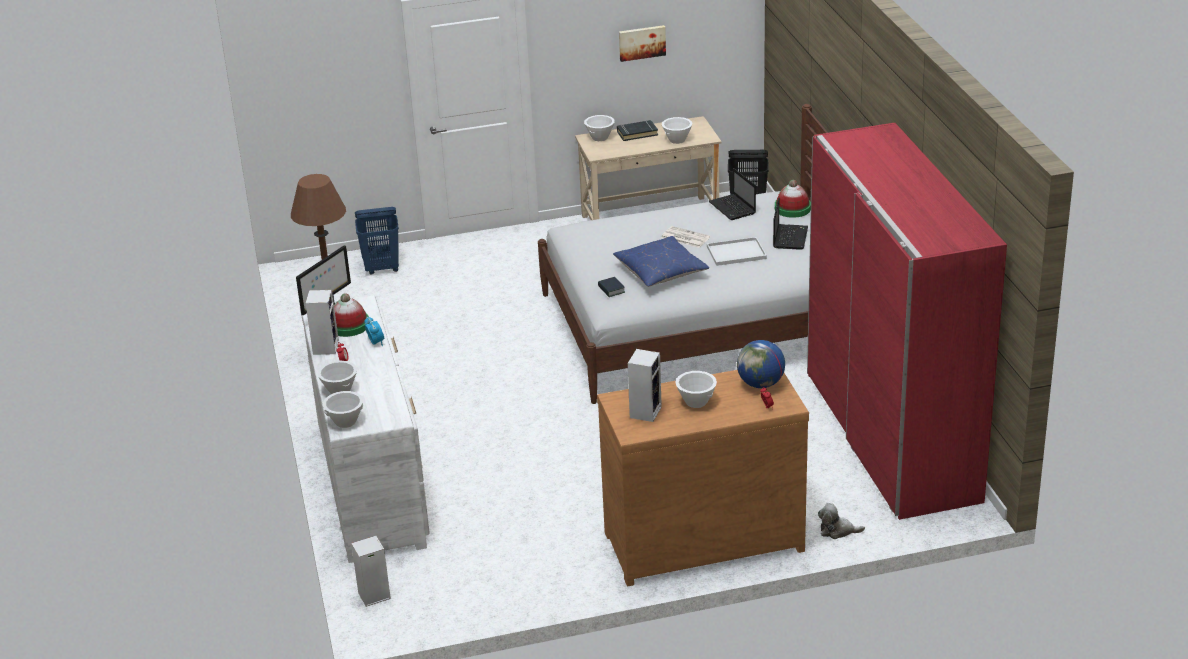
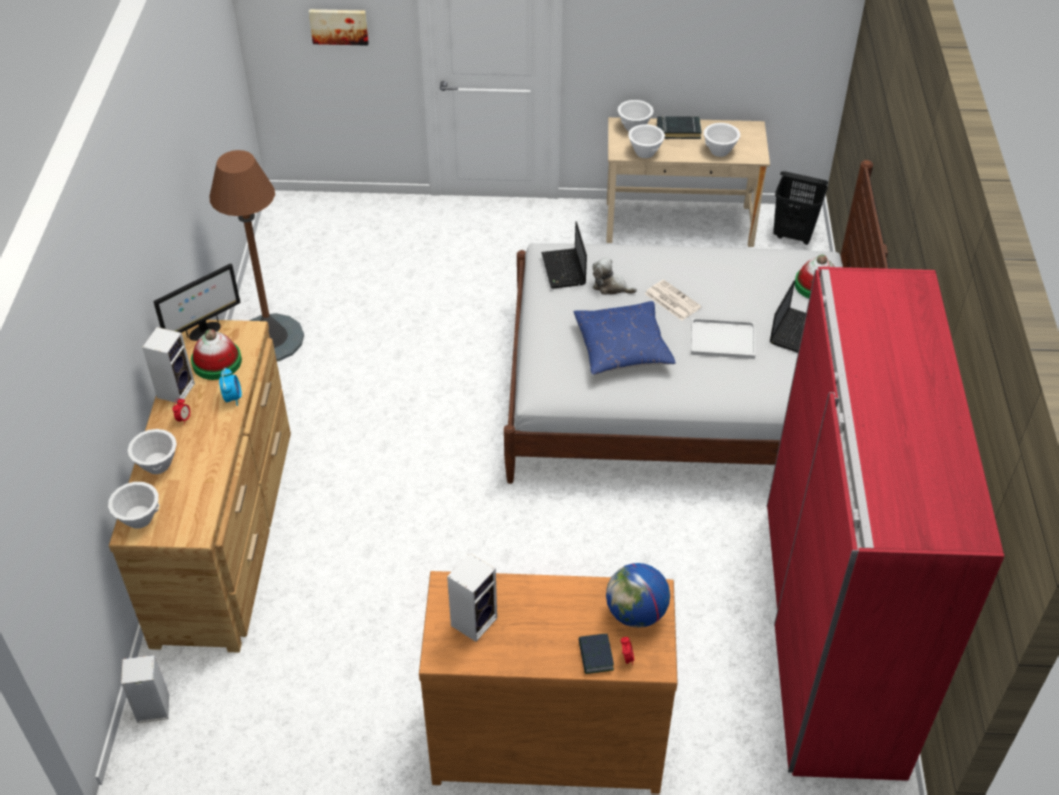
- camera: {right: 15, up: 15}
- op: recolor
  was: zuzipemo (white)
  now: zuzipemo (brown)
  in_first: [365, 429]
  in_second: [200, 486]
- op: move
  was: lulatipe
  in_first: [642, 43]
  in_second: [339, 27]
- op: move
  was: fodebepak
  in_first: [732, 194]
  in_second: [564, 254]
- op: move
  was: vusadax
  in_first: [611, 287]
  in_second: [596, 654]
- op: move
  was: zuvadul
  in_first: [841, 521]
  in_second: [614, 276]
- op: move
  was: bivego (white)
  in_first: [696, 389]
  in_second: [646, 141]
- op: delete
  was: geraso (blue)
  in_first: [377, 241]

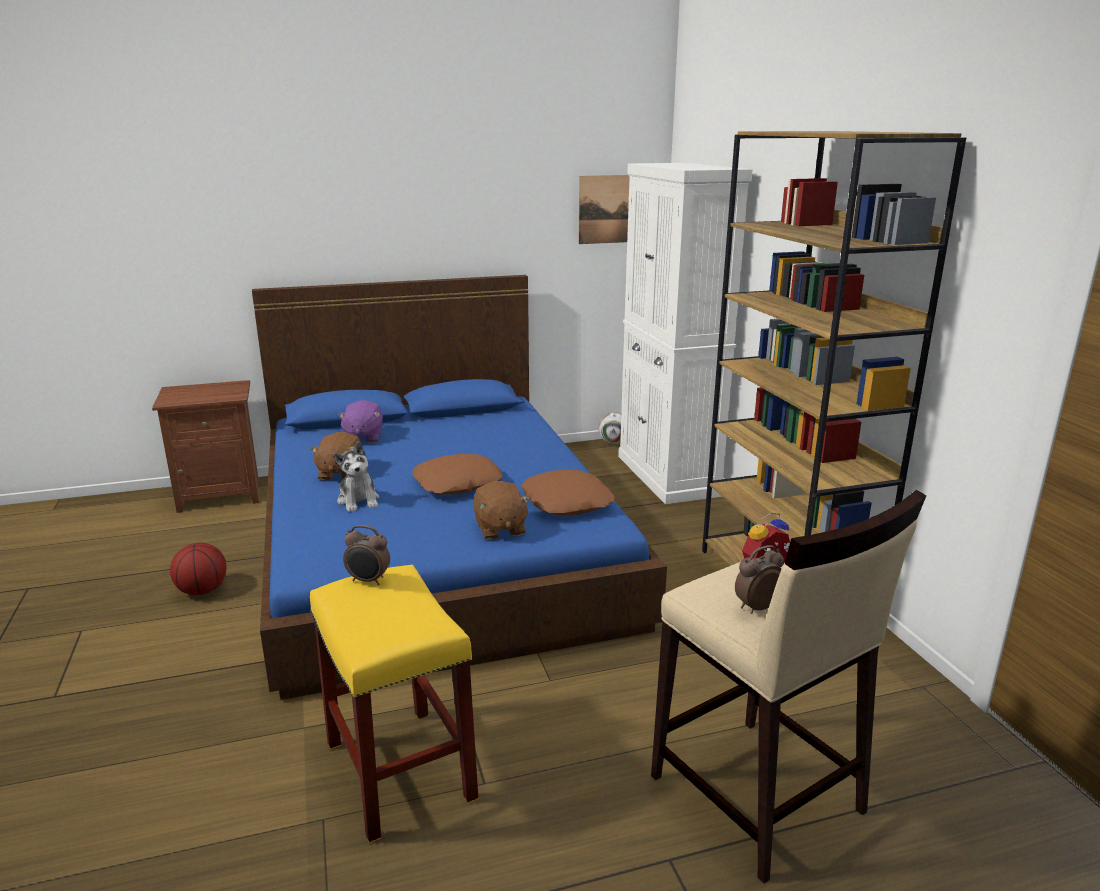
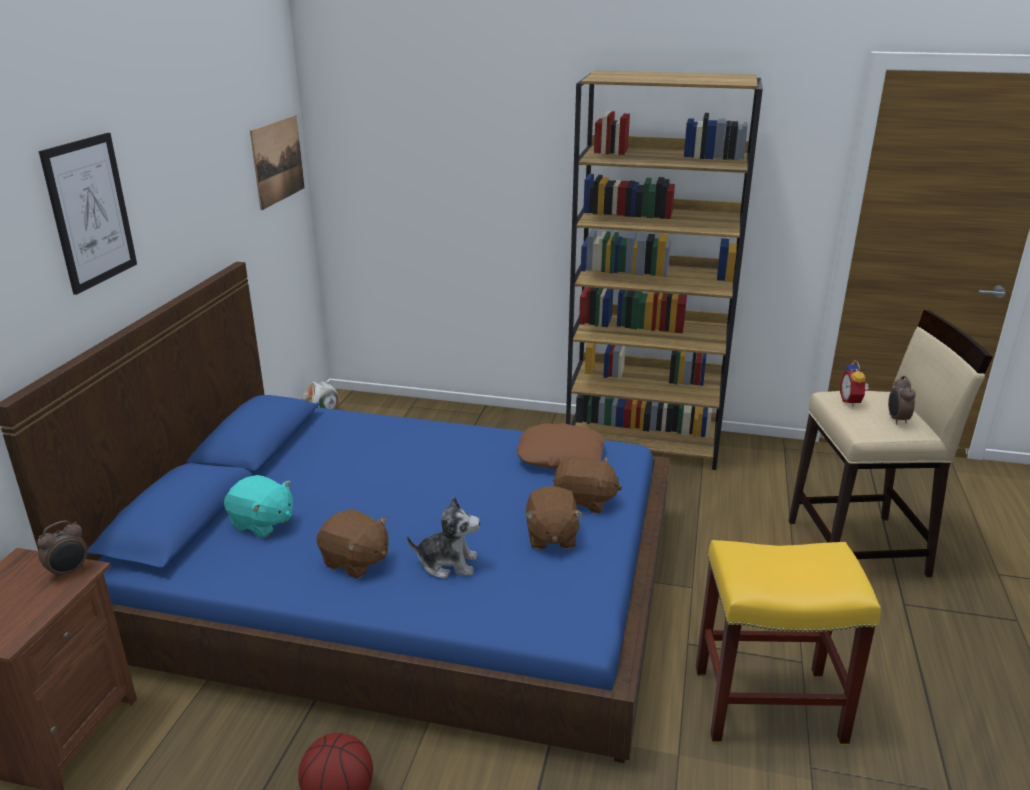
- camera: {right: -60, up: 5}
- op: move
  was: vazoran
  in_first: [366, 555]
  in_second: [62, 550]
- op: insert
  now: lulatipe
  in_second: [88, 214]
- op: recolor
  was: zuvadul (purple)
  now: zuvadul (turquoise)
  in_first: [360, 421]
  in_second: [258, 506]
- op: insert
  now: zuvadul (brown)
  in_second: [554, 517]
- op: delete
  was: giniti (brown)
  in_first: [457, 474]
- op: delete
  was: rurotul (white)
  in_first: [685, 333]

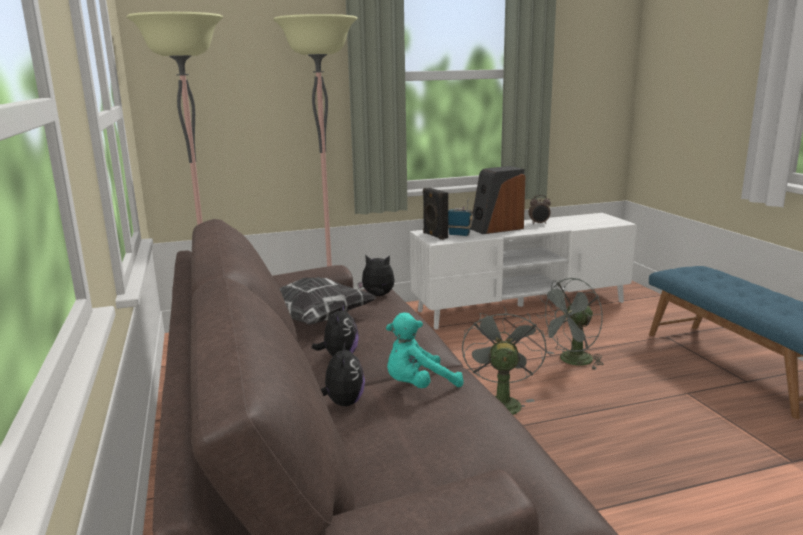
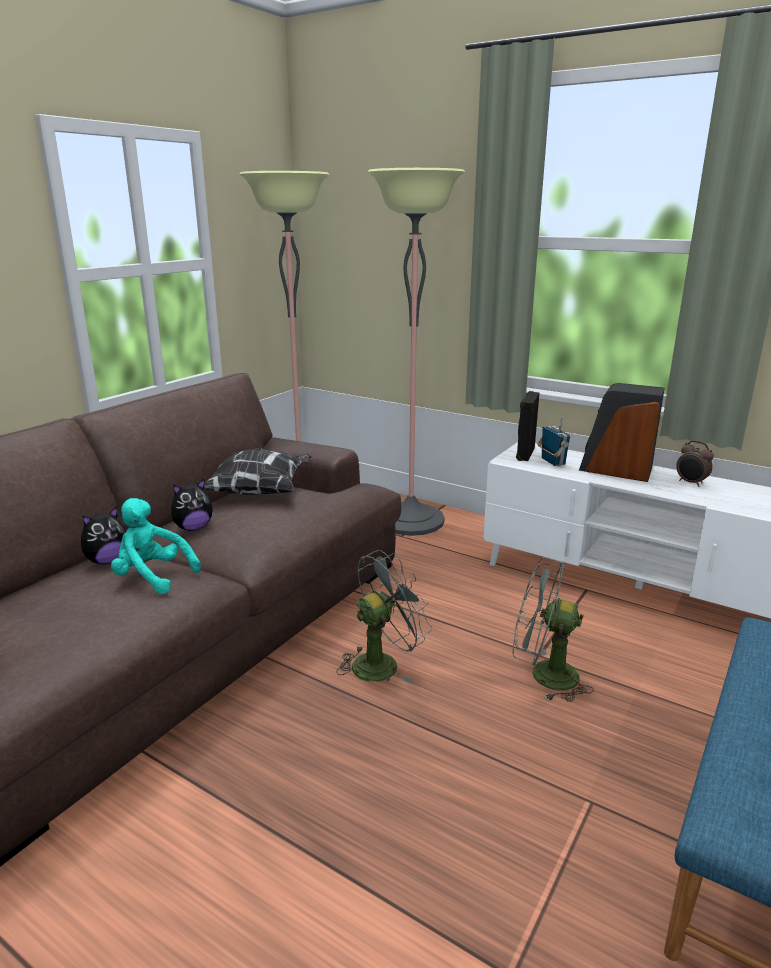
- camera: {right: 50, up: 5}
- op: delete
  was: zuvadul
  in_first: [376, 275]

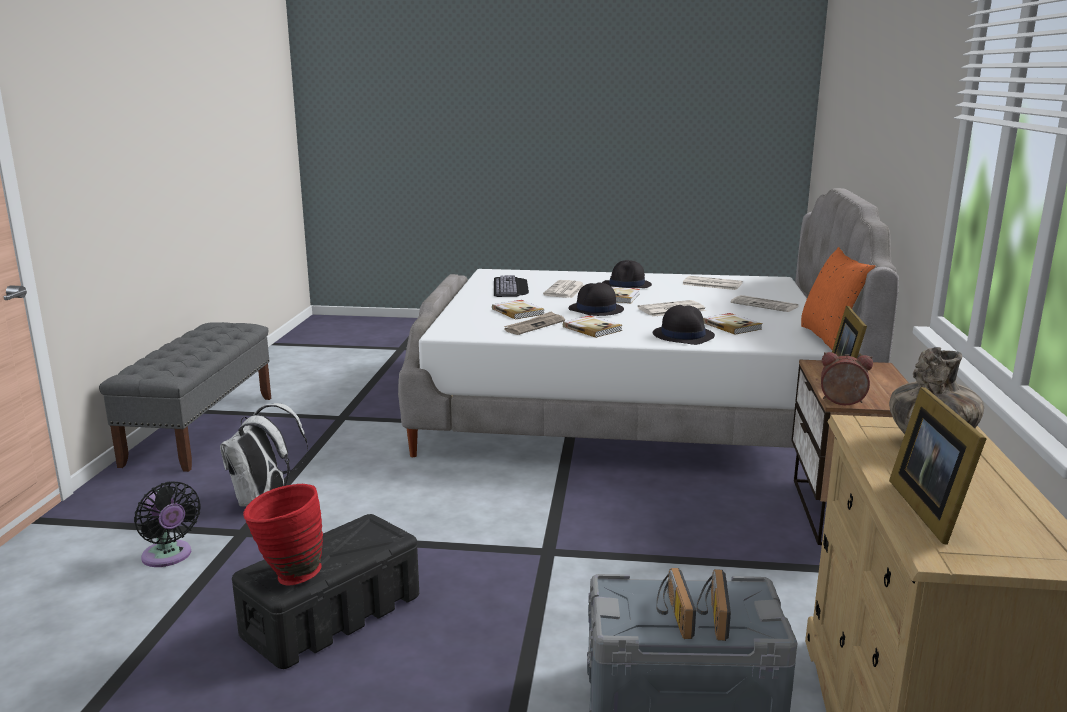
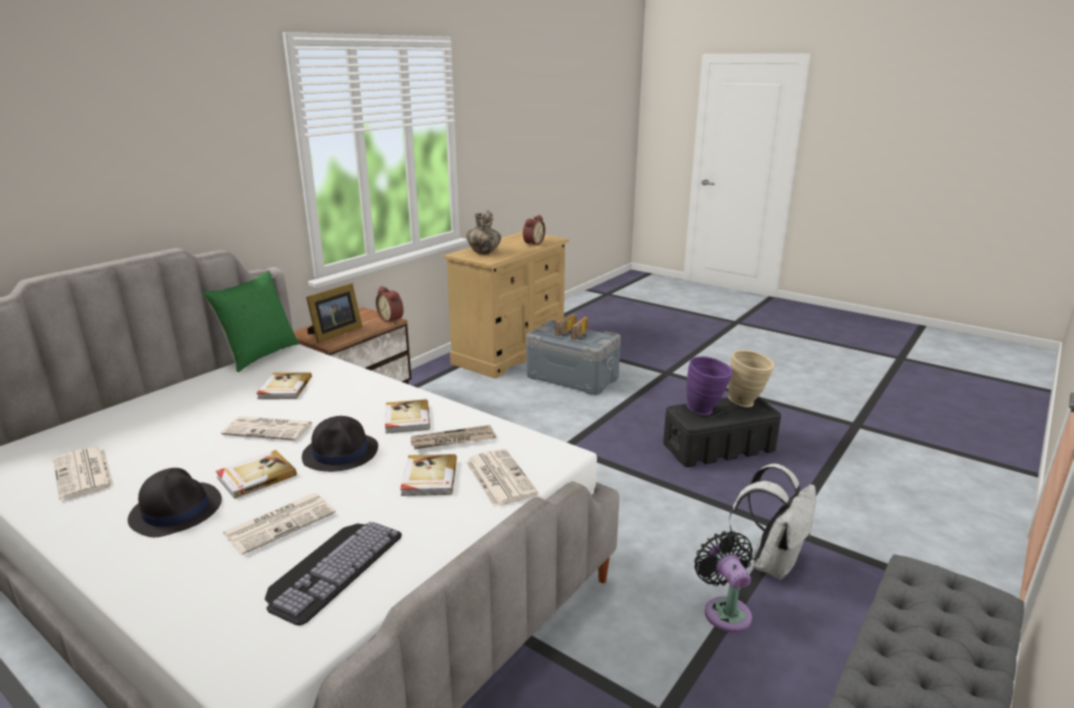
- camera: {right: -150, up: 5}
- op: recolor
  was: giniti (orange)
  now: giniti (green)
  in_first: [838, 298]
  in_second: [250, 321]
- op: move
  was: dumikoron
  in_first: [765, 303]
  in_second: [502, 478]
- op: replace
  was: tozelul
  now: vazoran
  in_first: [938, 466]
  in_second: [534, 230]
- op: insert
  now: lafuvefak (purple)
  in_second: [709, 385]
- op: move
  was: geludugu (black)
  in_first: [167, 524]
  in_second: [723, 581]
- op: recolor
  was: lafuvefak (red)
  now: lafuvefak (beige)
  in_first: [283, 534]
  in_second: [751, 378]
- op: delete
  was: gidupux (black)
  in_first: [684, 325]

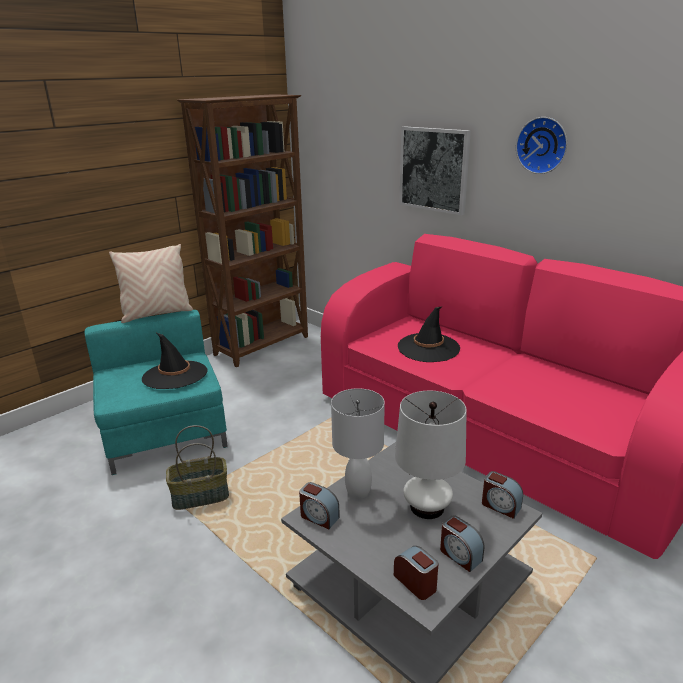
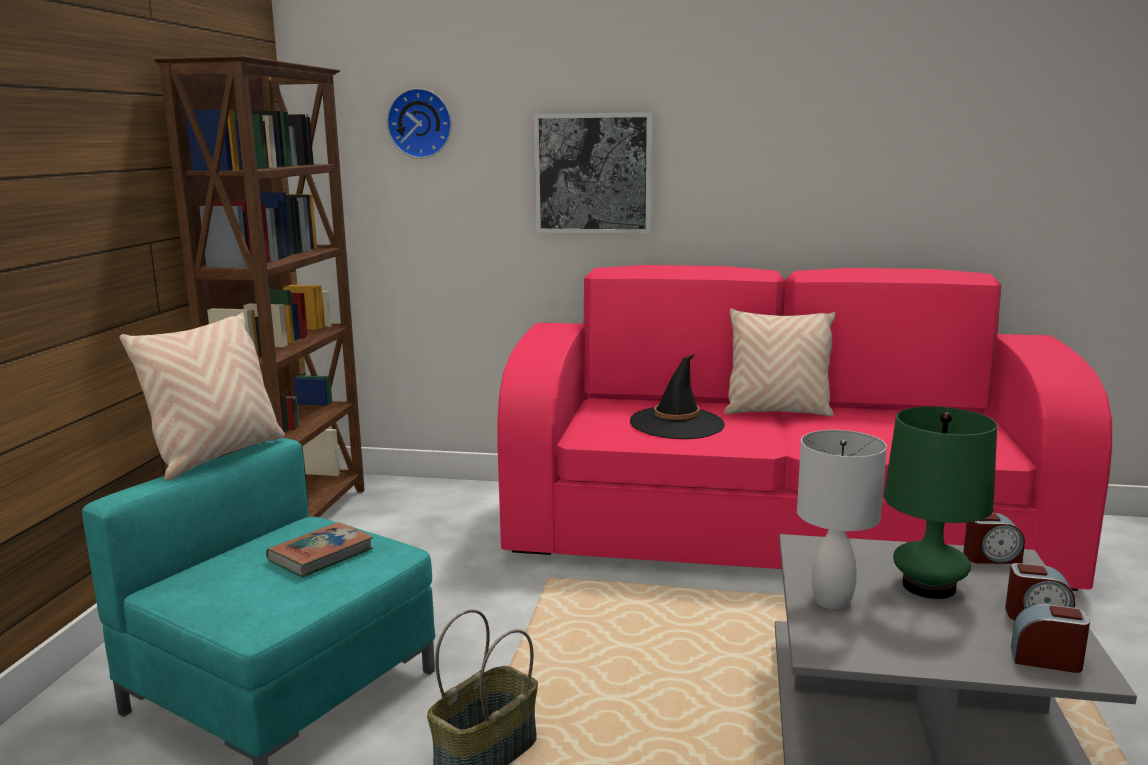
- camera: {right: -35, up: -10}
- op: replace
  was: gidupux (black)
  now: vusadax
  in_first: [174, 361]
  in_second: [319, 549]
- op: move
  was: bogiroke
  in_first: [541, 145]
  in_second: [419, 123]
- op: insert
  now: giniti (beige)
  in_second: [780, 362]
- op: recolor
  was: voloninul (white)
  now: voloninul (green)
  in_first: [431, 455]
  in_second: [940, 502]
- op: delete
  was: vazoran
  in_first: [319, 505]

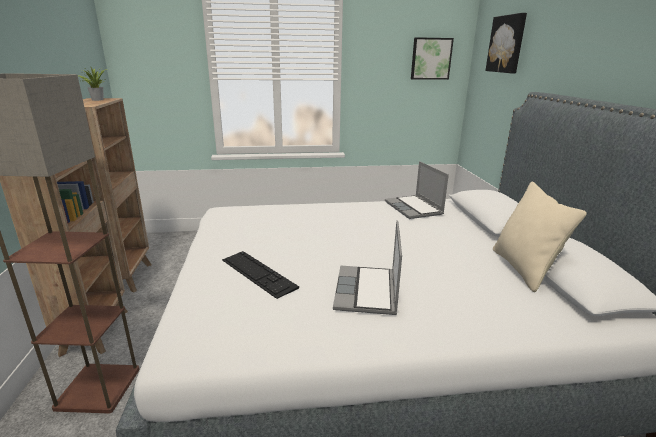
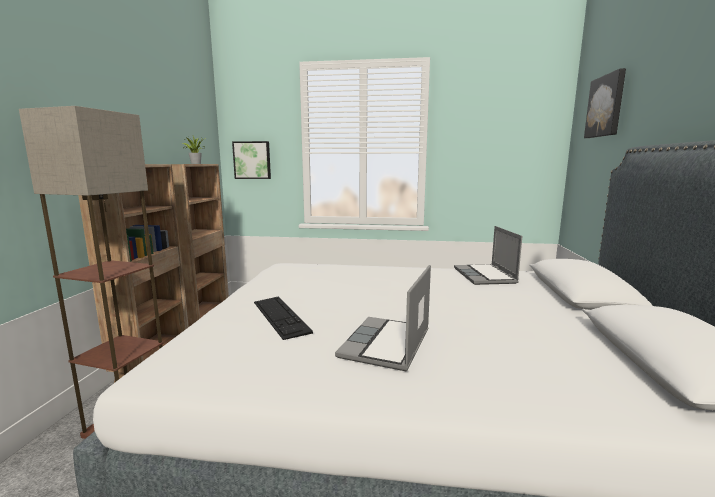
- camera: {right: 15, up: -10}
- op: move
  was: lulatipe
  in_first: [432, 58]
  in_second: [251, 160]
- op: delete
  was: giniti (beige)
  in_first: [540, 237]

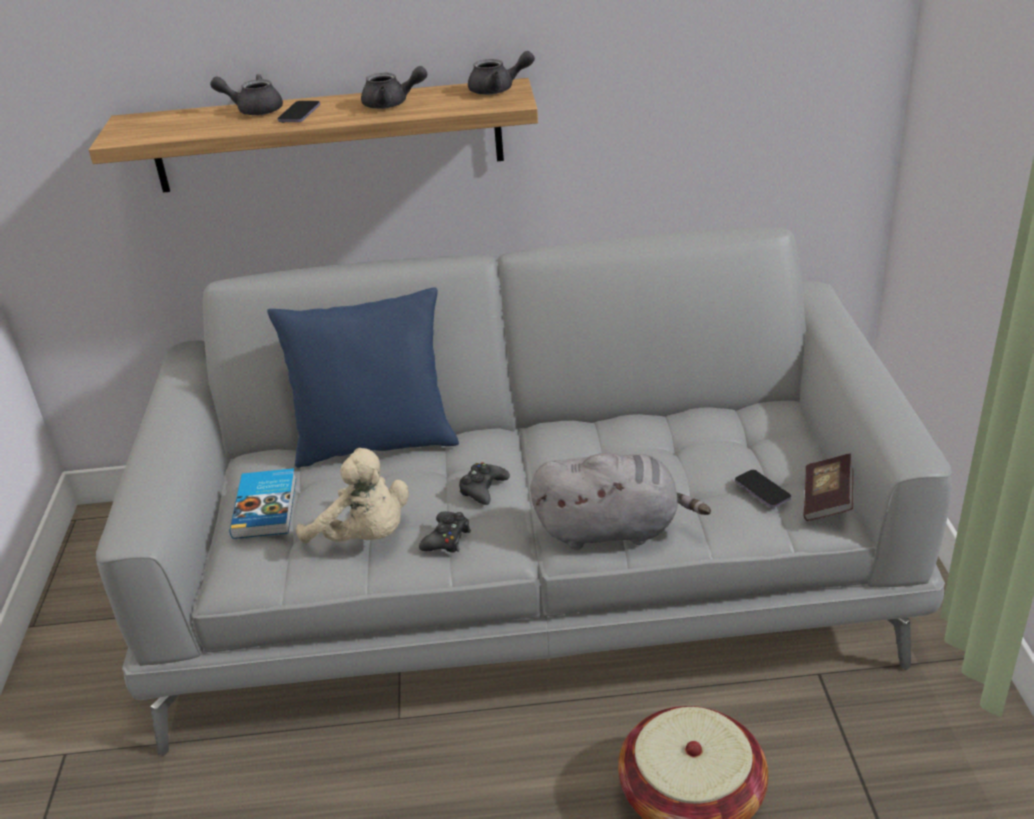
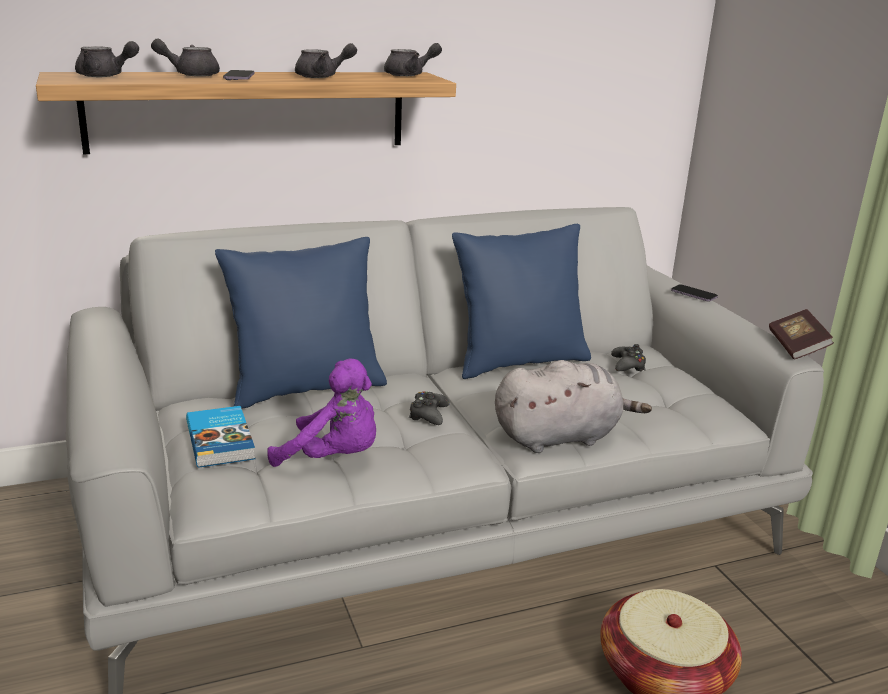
- camera: {right: -20, up: -10}
- op: insert
  now: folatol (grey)
  in_second: [107, 59]
- op: recolor
  was: zuvadul (beige)
  now: zuvadul (purple)
  in_first: [352, 496]
  in_second: [321, 413]
- op: insert
  now: giniti (blue)
  in_second: [521, 301]
- op: move
  was: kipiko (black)
  in_first: [445, 532]
  in_second: [628, 357]
- op: move
  was: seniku
  in_first: [763, 489]
  in_second: [694, 292]
- op: move
  was: vusadax
  in_first: [828, 487]
  in_second: [801, 334]

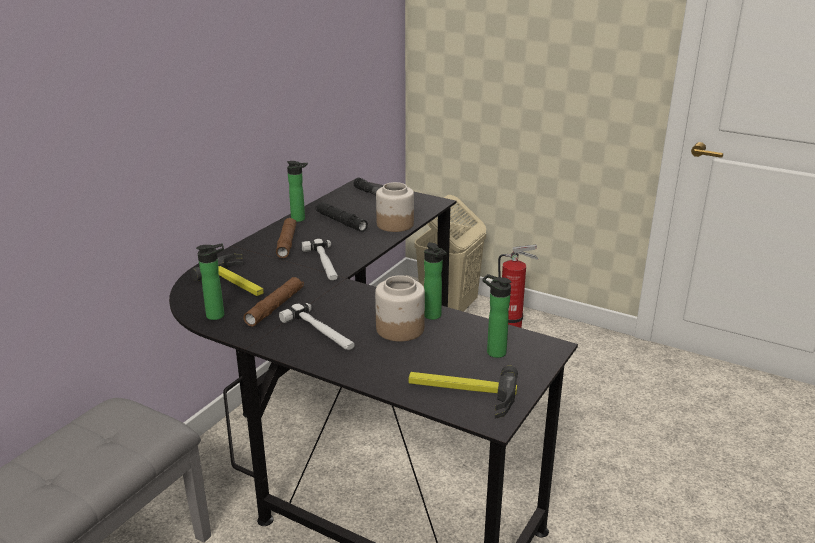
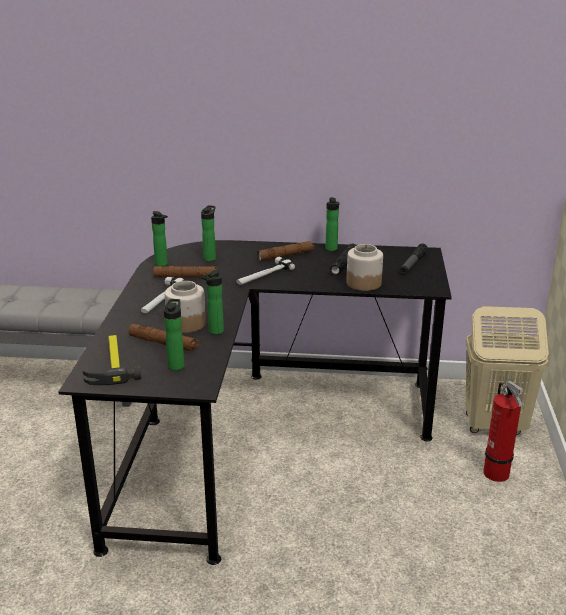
- camera: {right: 65, up: 0}
- op: insert
  now: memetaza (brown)
  in_second: [164, 337]
- op: replace
  was: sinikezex
  now: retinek
  in_first: [227, 274]
  in_second: [208, 233]

